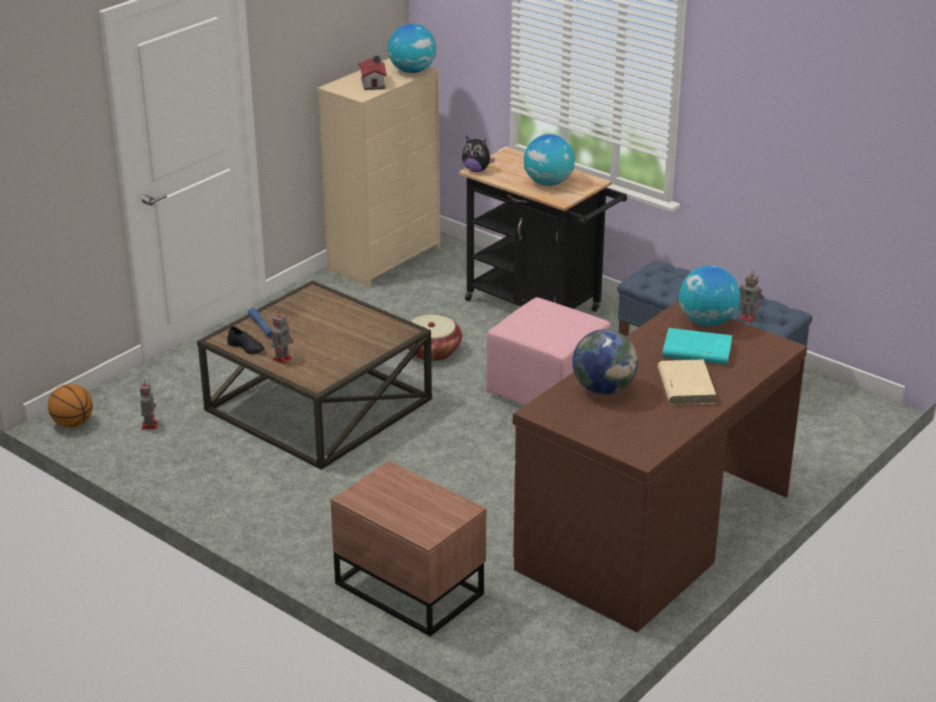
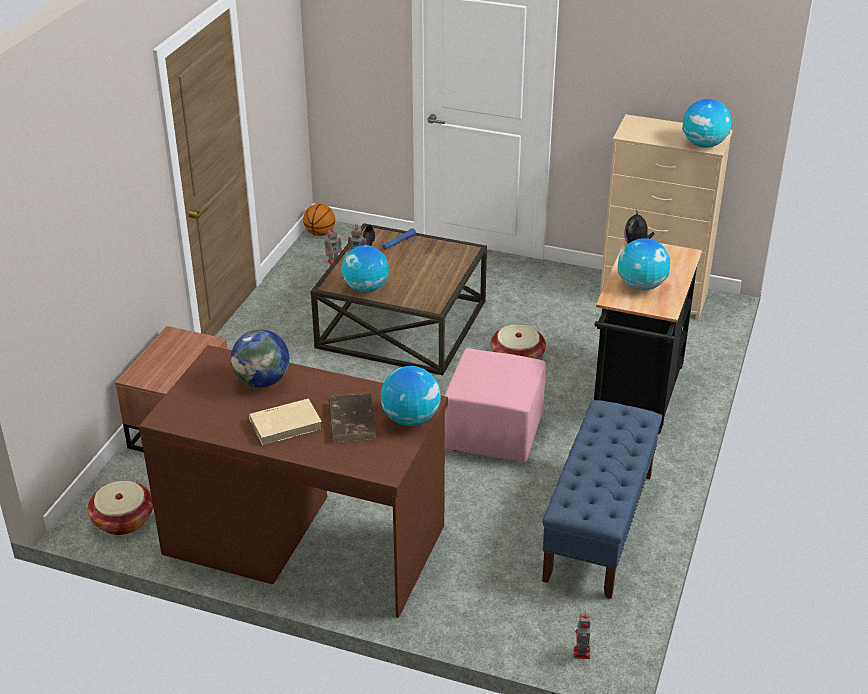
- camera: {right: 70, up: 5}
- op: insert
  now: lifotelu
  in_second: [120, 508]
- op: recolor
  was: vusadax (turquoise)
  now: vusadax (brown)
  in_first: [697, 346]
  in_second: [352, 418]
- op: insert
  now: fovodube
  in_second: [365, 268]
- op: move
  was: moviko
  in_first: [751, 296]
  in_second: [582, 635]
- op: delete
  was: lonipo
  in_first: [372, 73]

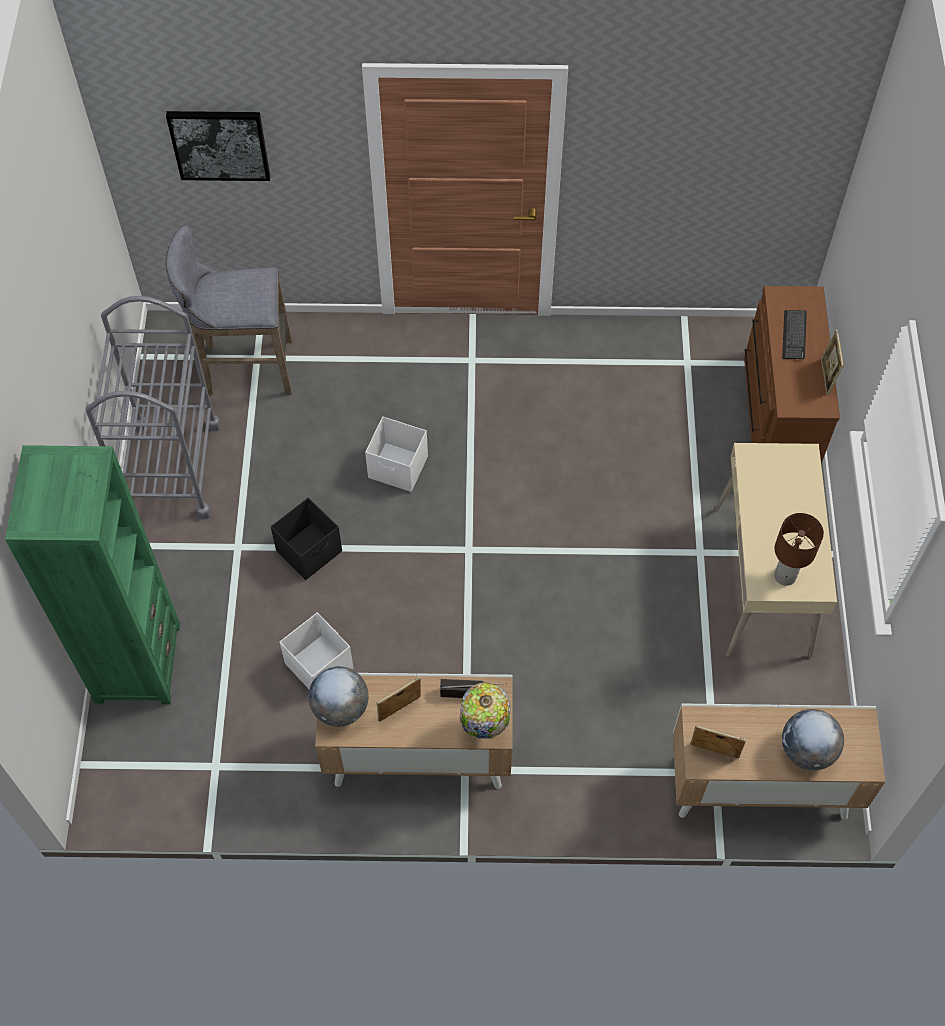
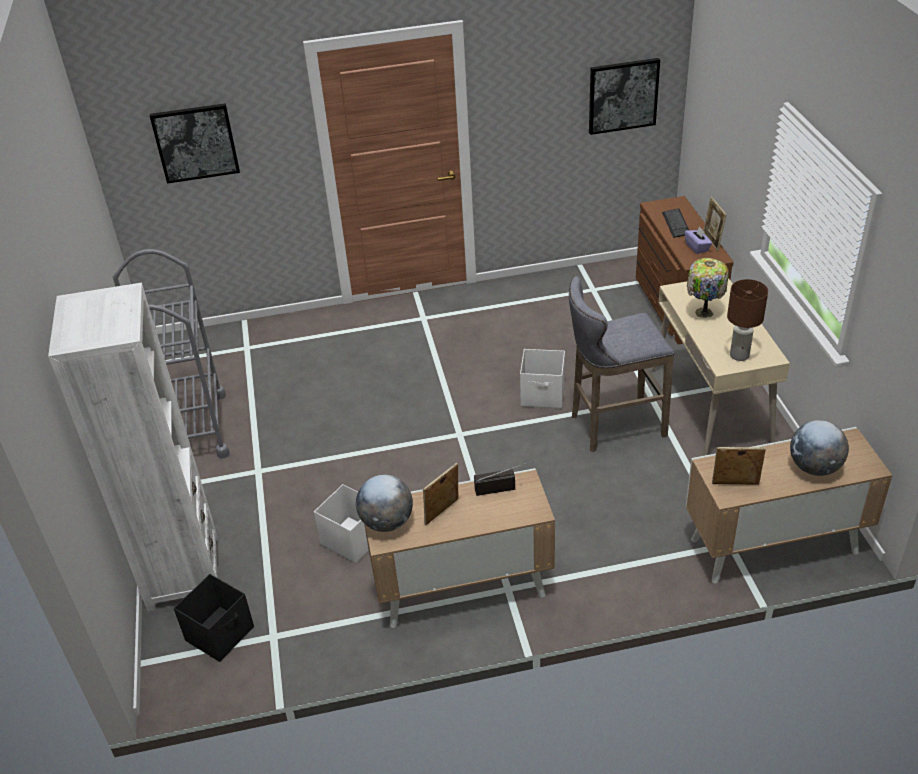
- camera: {right: -10, up: -20}
- op: recolor
  was: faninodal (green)
  now: faninodal (white)
  in_first: [92, 575]
  in_second: [133, 447]
- op: move
  was: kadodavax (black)
  in_first: [306, 538]
  in_second: [214, 618]
- op: move
  was: kadodavax (white)
  in_first: [396, 454]
  in_second: [542, 378]
- op: move
  was: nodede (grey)
  in_first: [228, 310]
  in_second: [621, 364]
- op: insert
  now: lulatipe
  in_second: [624, 96]
- op: insert
  now: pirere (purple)
  in_second: [698, 240]
- op: move
  was: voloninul
  in_first: [485, 710]
  in_second: [708, 288]

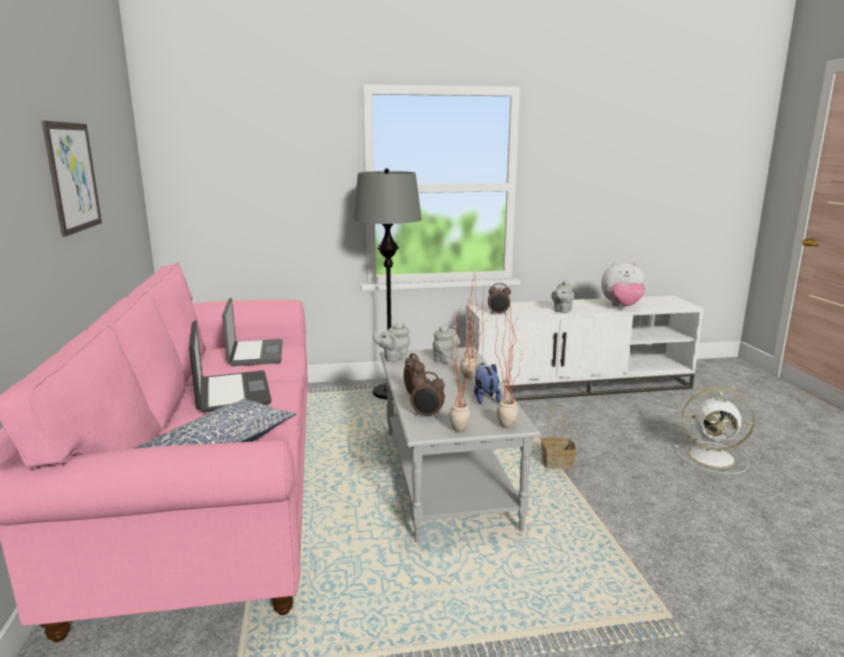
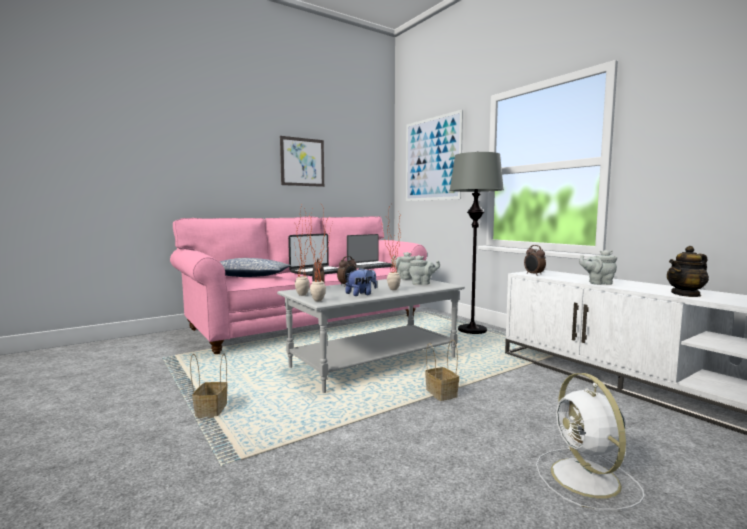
- camera: {right: 65, up: -10}
- op: insert
  now: lifotelu
  in_second: [209, 385]
- op: insert
  now: lulatipe
  in_second: [434, 155]
- op: replace
  was: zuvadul
  now: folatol
  in_first: [623, 283]
  in_second: [688, 271]

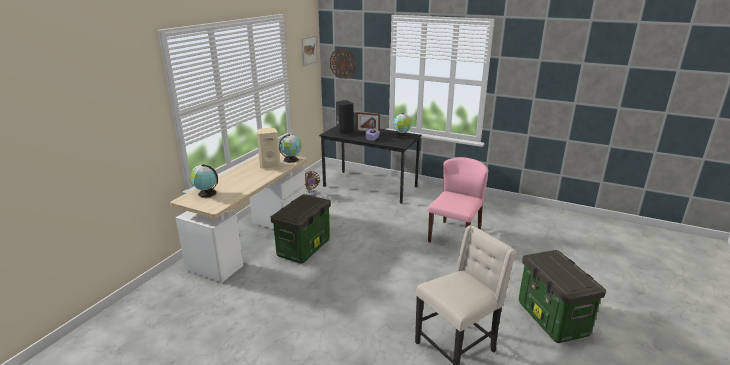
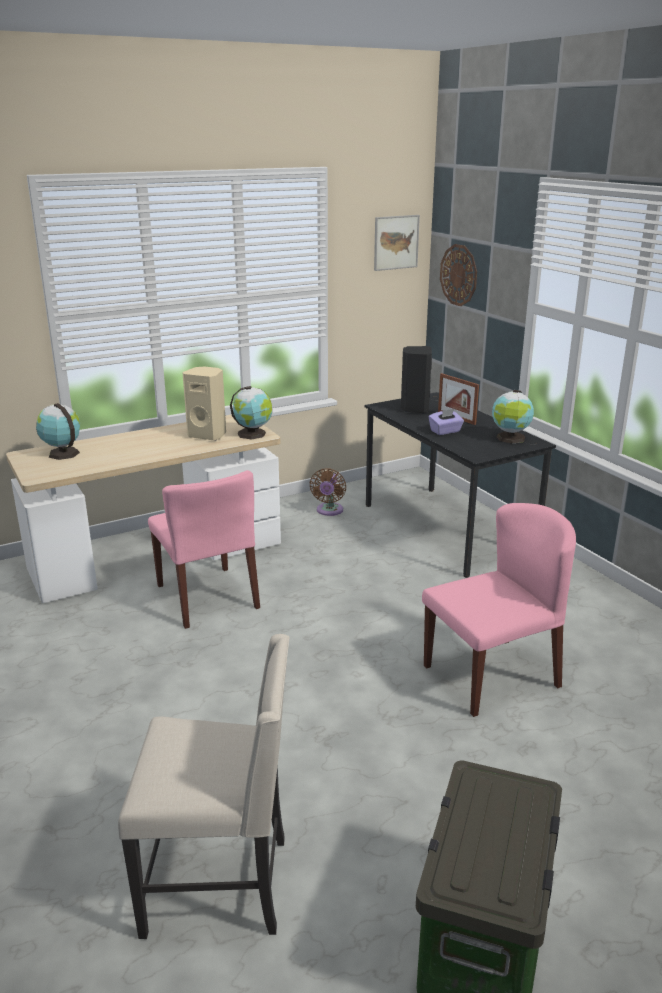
- camera: {right: 35, up: 0}
- op: replace
  was: kadodavax
  now: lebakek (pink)
  in_first: [301, 229]
  in_second: [204, 549]

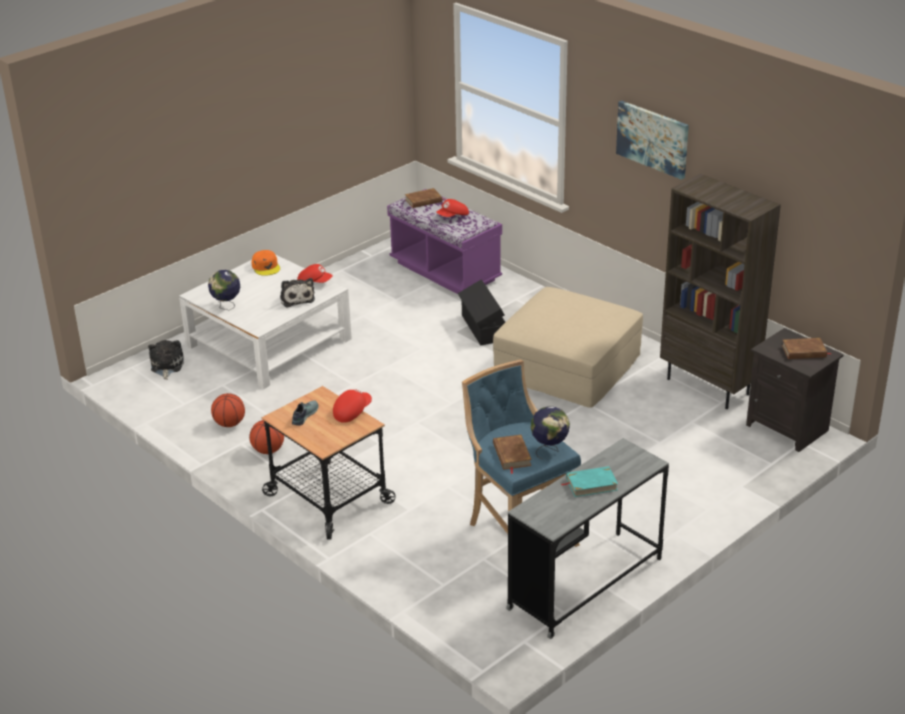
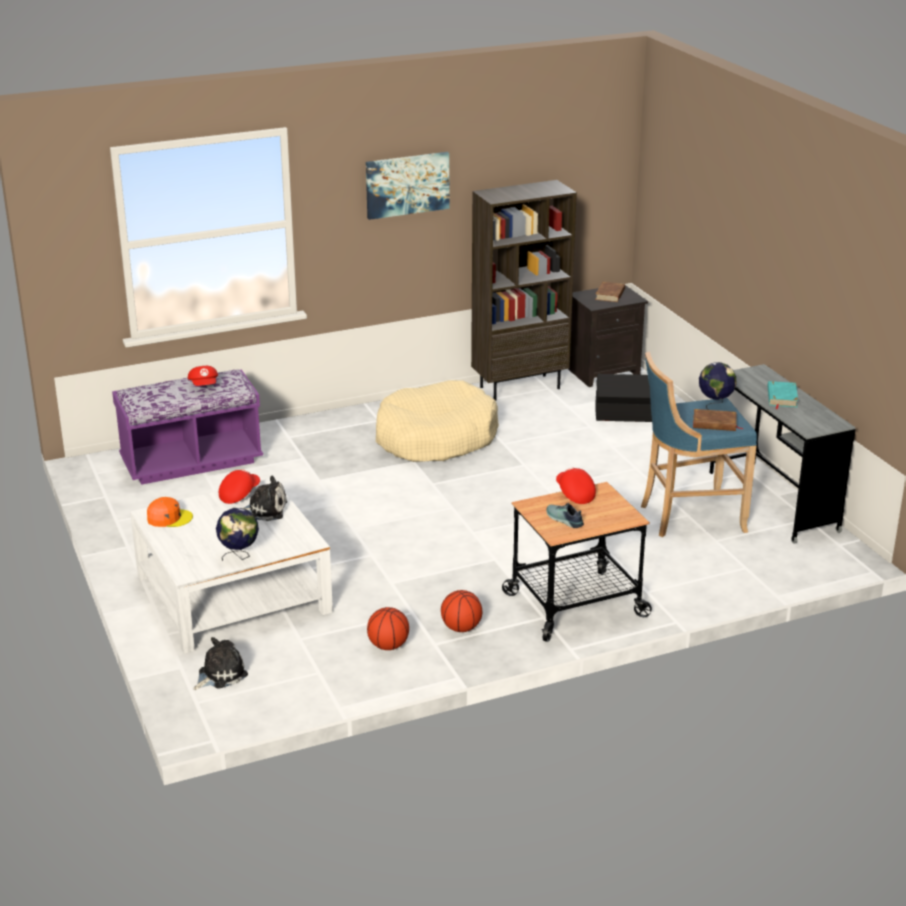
- camera: {right: -70, up: -5}
- op: rotate
  was: zuvadul
  in_first: [166, 360]
  in_second: [220, 663]
  clockwise: 120
- op: replace
  was: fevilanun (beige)
  now: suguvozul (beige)
  in_first: [568, 347]
  in_second: [437, 421]
- op: move
  was: kadodavax (black)
  in_first: [481, 312]
  in_second: [623, 398]
- op: delete
  was: vusadax (brown)
  in_first: [423, 198]

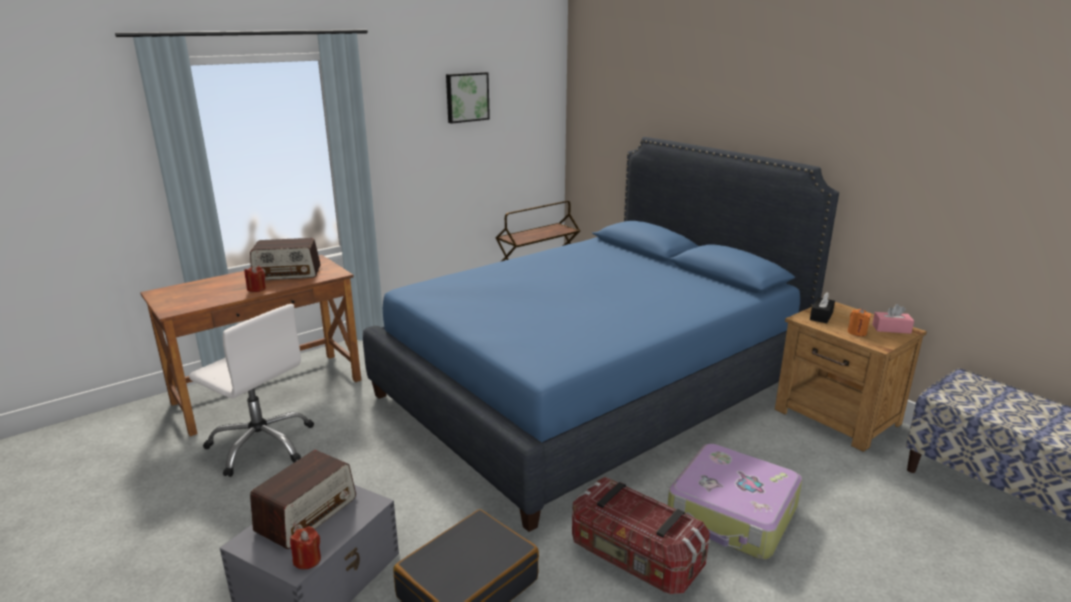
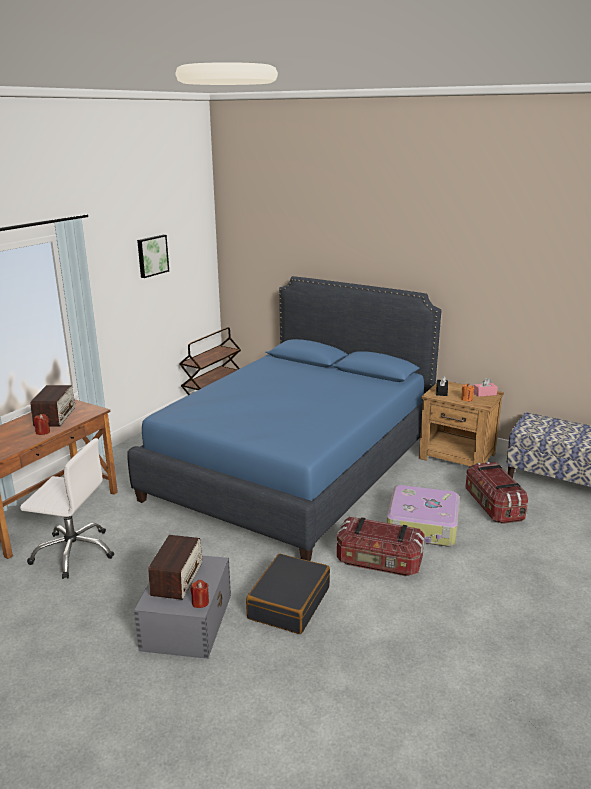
- camera: {right: -20, up: 0}
- op: rotate
  was: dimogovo
  in_first: [285, 259]
  in_second: [52, 405]
  clockwise: -60
- op: insert
  now: kadodavax
  in_second: [496, 493]

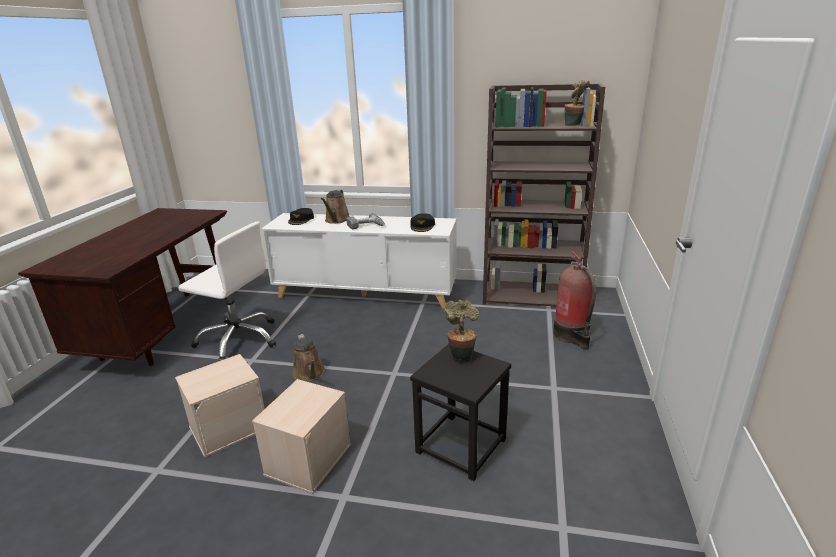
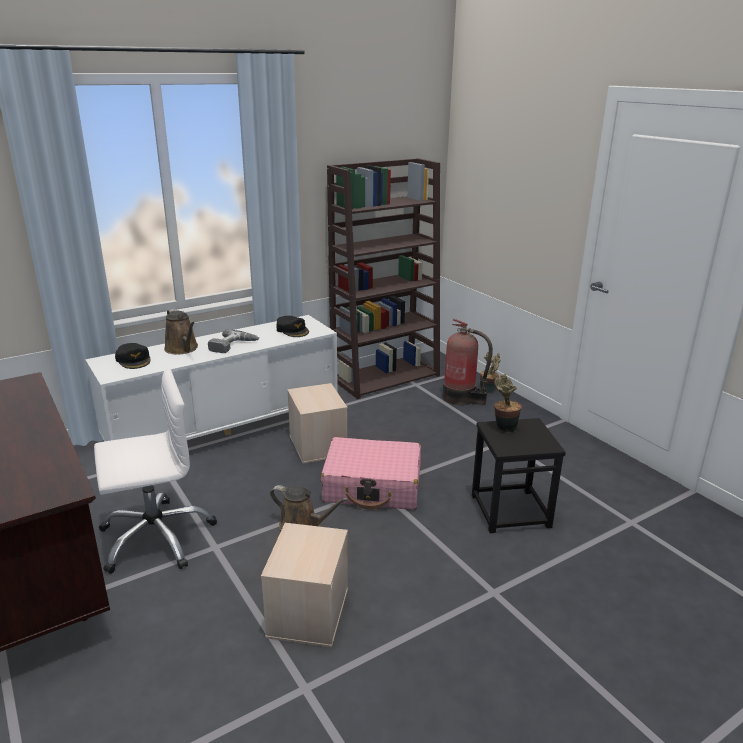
- camera: {right: -45, up: 0}
- op: move
  was: kadodavax (beige)
  in_first: [301, 436]
  in_second: [317, 423]
- op: insert
  now: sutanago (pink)
  in_second: [371, 473]
- op: move
  was: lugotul
  in_first: [577, 103]
  in_second: [490, 372]

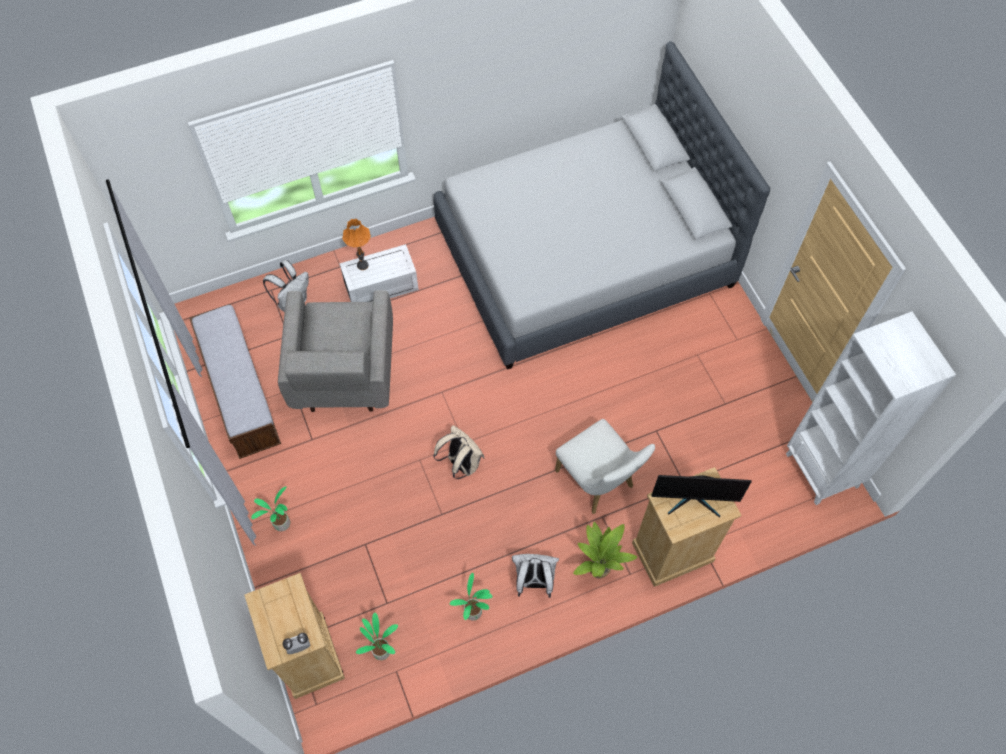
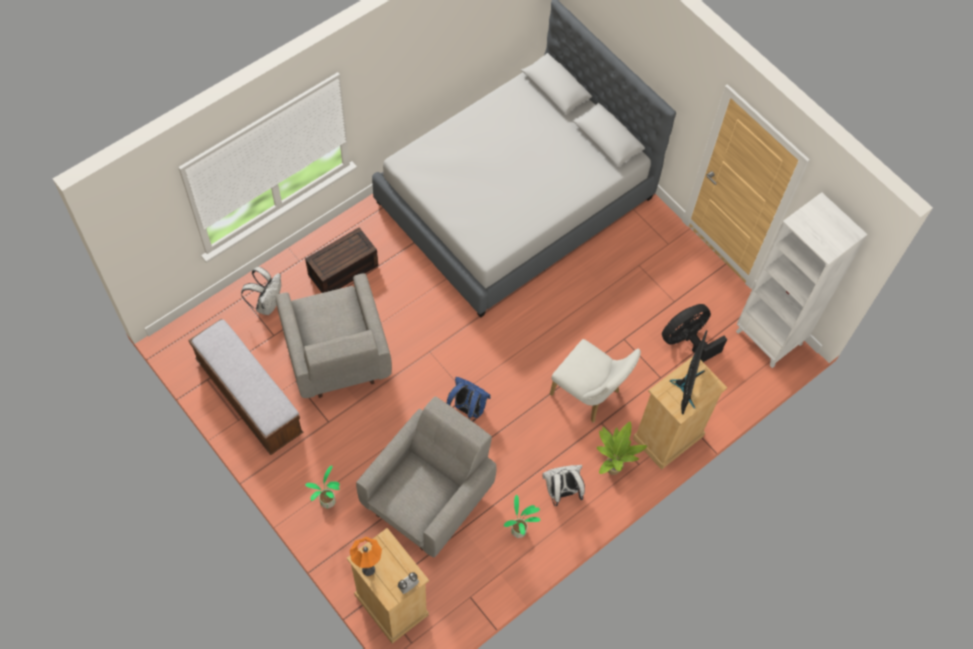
- camera: {right: -20, up: 0}
- op: recolor
  was: kadodavax (white)
  now: kadodavax (brown)
  in_first: [379, 273]
  in_second: [341, 260]
- op: move
  was: voloninul (orange)
  in_first: [356, 244]
  in_second: [366, 556]
- op: insert
  now: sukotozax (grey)
  in_second: [426, 476]
- op: recolor
  was: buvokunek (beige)
  now: buvokunek (blue)
  in_first: [458, 452]
  in_second: [469, 399]
- op: insert
  now: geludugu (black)
  in_second: [694, 333]
- op: rotate
  was: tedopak
  in_first: [701, 496]
  in_second: [688, 372]
  clockwise: -60
- op: delete
  was: lugotul
  in_first: [377, 636]

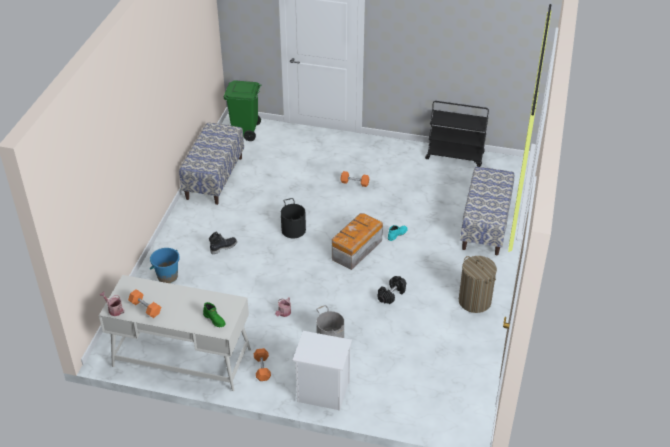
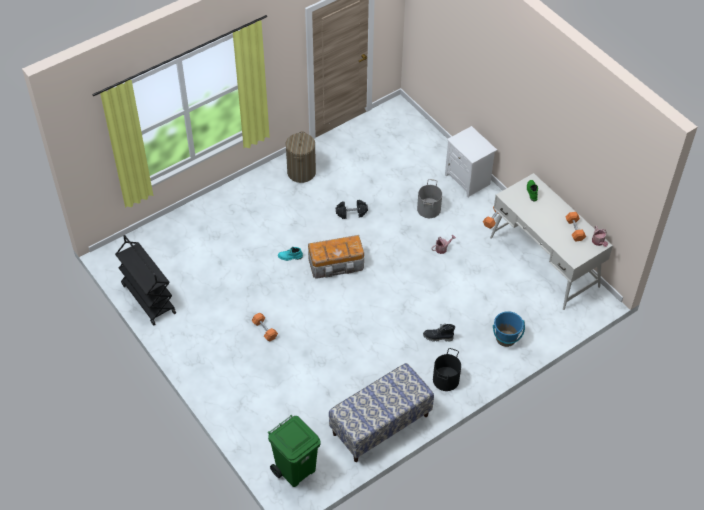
- camera: {right: -140, up: 10}
- op: move
  was: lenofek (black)
  in_first: [293, 218]
  in_second: [447, 369]
- op: delete
  was: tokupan
  in_first: [487, 211]

